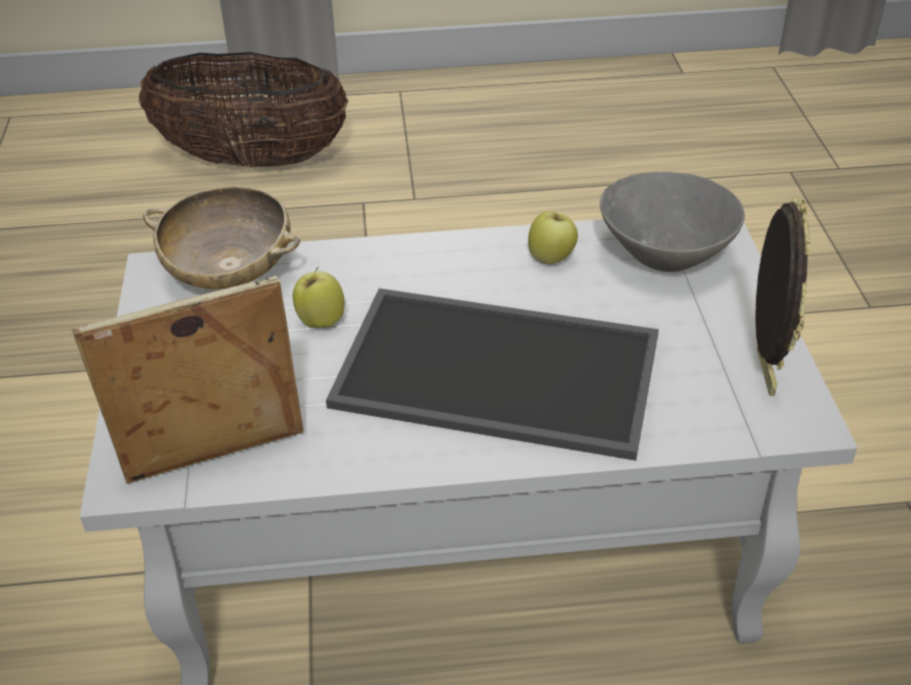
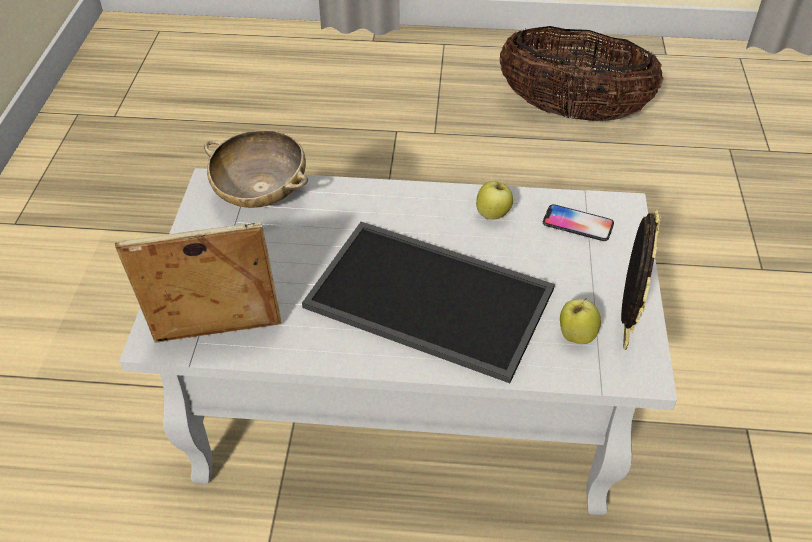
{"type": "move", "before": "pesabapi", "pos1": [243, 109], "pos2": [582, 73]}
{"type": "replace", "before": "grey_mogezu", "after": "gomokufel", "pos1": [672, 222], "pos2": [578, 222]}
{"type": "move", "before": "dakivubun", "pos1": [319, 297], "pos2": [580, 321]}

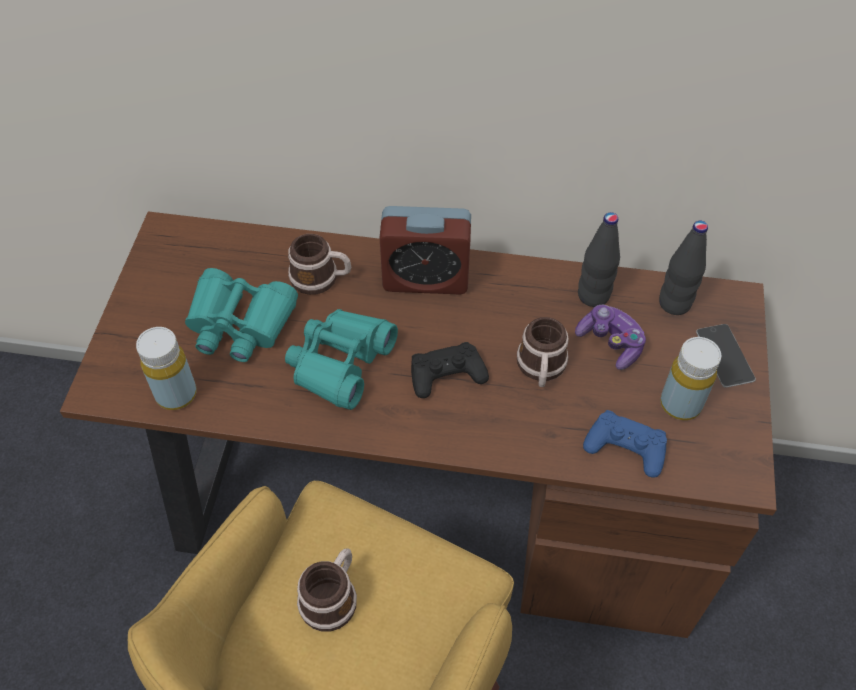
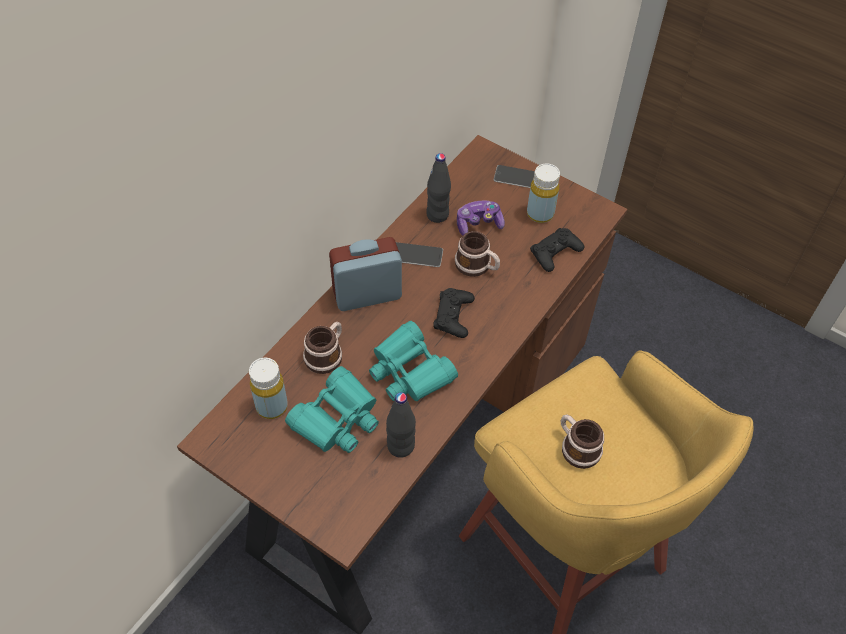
{"type": "rotate", "before": "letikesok", "pos1": [425, 250], "pos2": [365, 274], "turn": -135}
{"type": "move", "before": "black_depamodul", "pos1": [683, 268], "pos2": [401, 425]}
{"type": "move", "before": "yellow_depamodul", "pos1": [166, 368], "pos2": [268, 388]}
{"type": "recolor", "before": "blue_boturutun", "after": "black_boturutun", "pos1": [625, 444], "pos2": [557, 250]}
{"type": "insert", "after": "gomokufel", "pos2": [419, 254]}

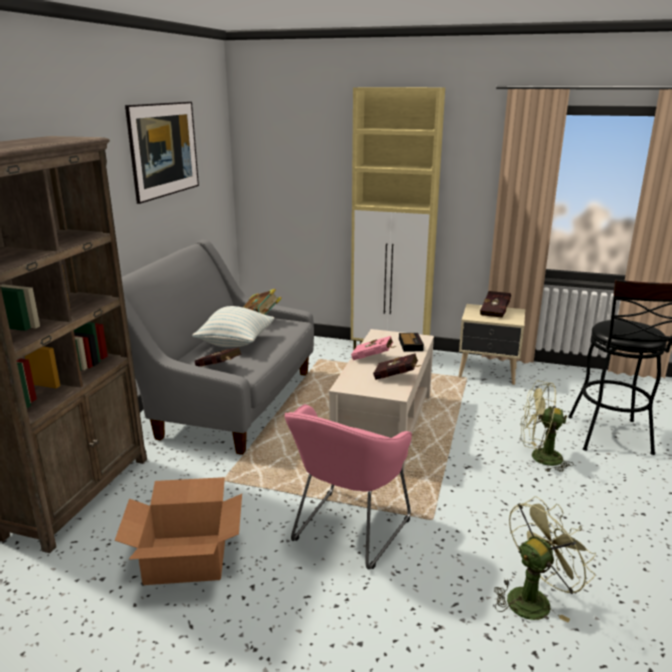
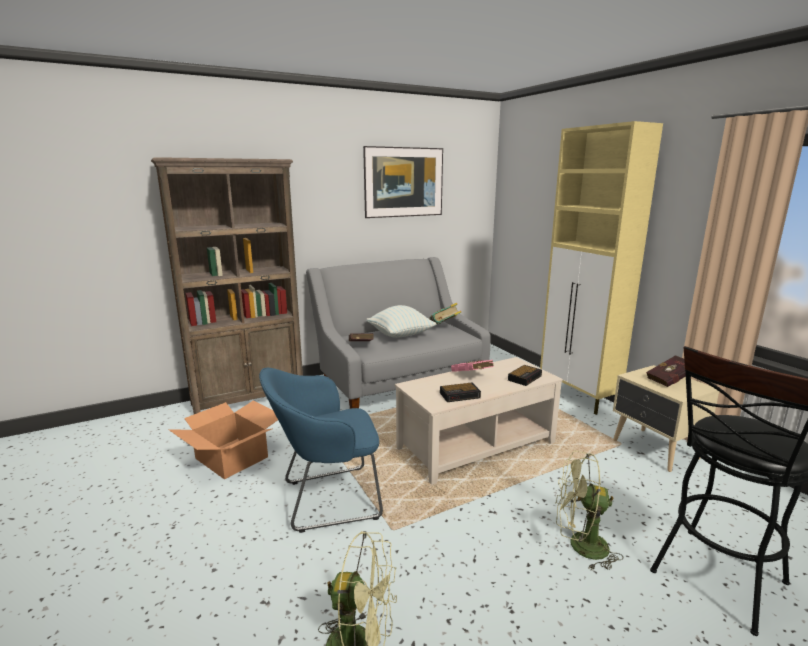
{"type": "replace", "before": "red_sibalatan", "after": "letikesok", "pos1": [397, 366], "pos2": [460, 392]}
{"type": "rotate", "before": "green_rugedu", "pos1": [547, 426], "pos2": [589, 510], "turn": -45}
{"type": "recolor", "before": "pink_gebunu", "after": "blue_gebunu", "pos1": [348, 487], "pos2": [321, 450]}

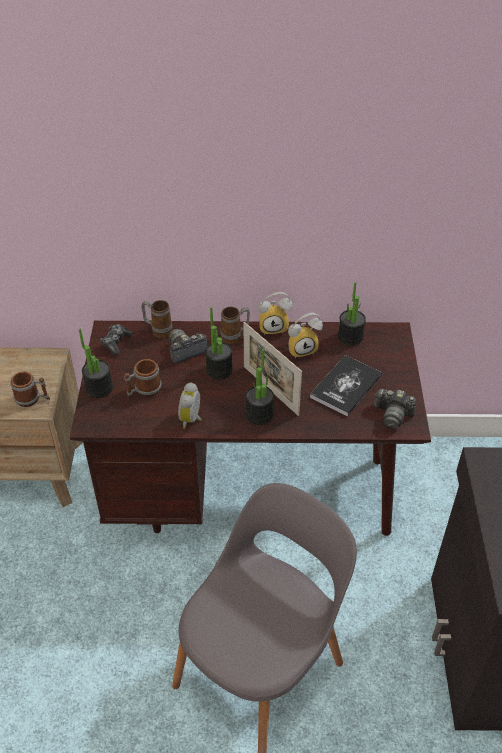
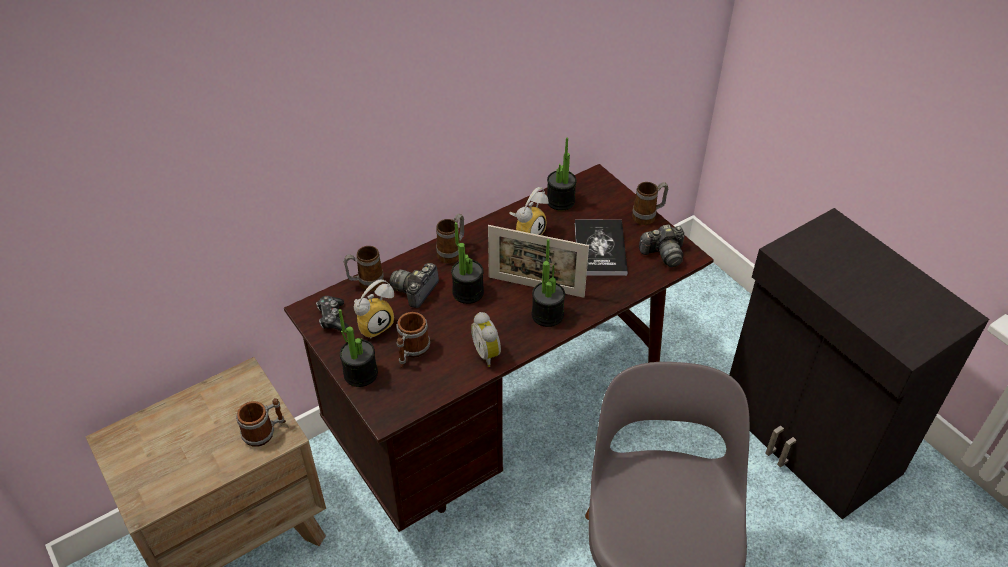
{"type": "move", "before": "letikesok", "pos1": [275, 313], "pos2": [374, 309]}
{"type": "insert", "after": "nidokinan", "pos2": [650, 203]}

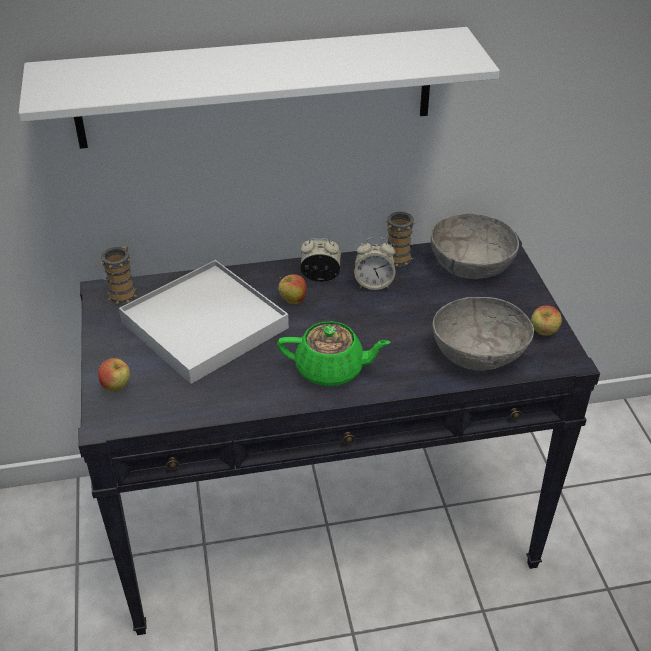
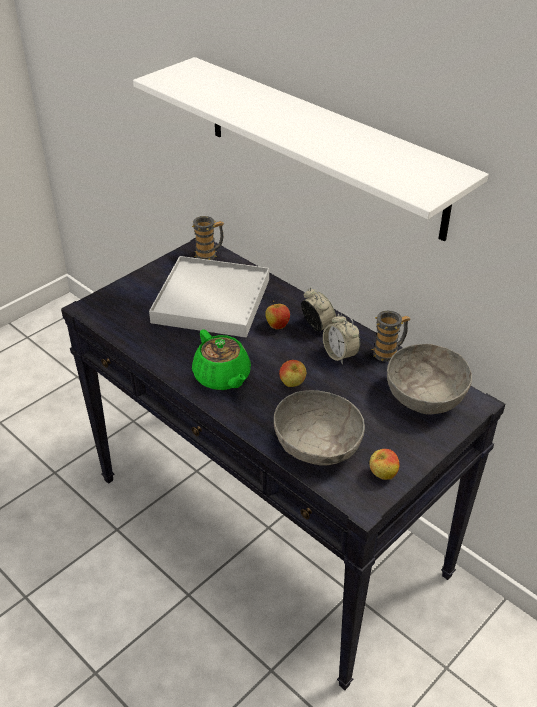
{"type": "move", "before": "dakivubun", "pos1": [114, 375], "pos2": [292, 373]}

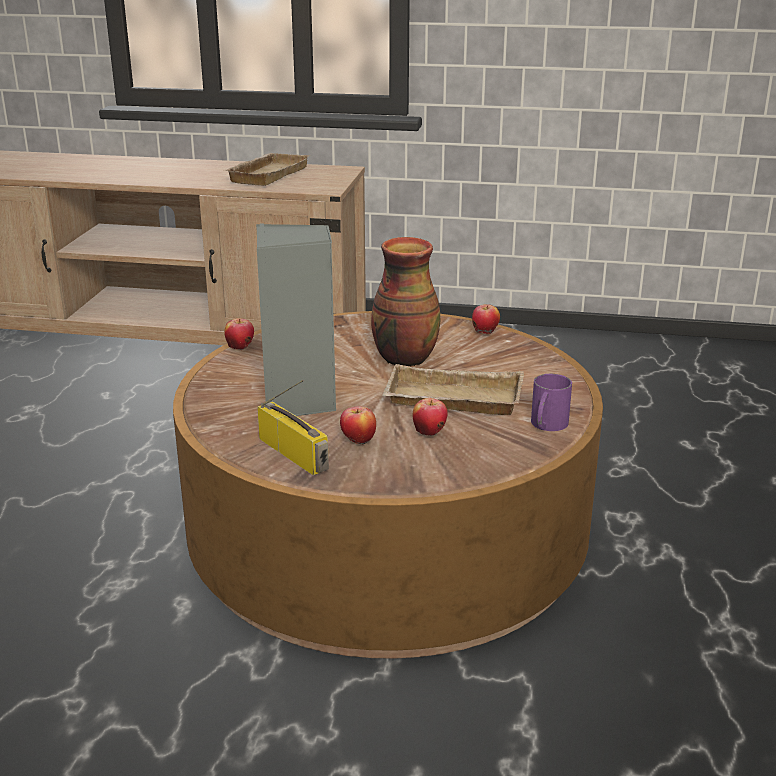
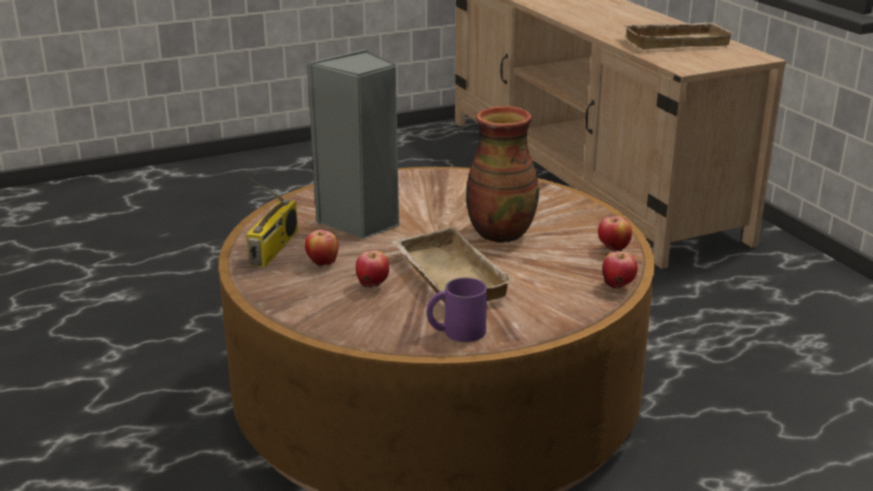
{"type": "move", "before": "dakivubun", "pos1": [239, 334], "pos2": [620, 270]}

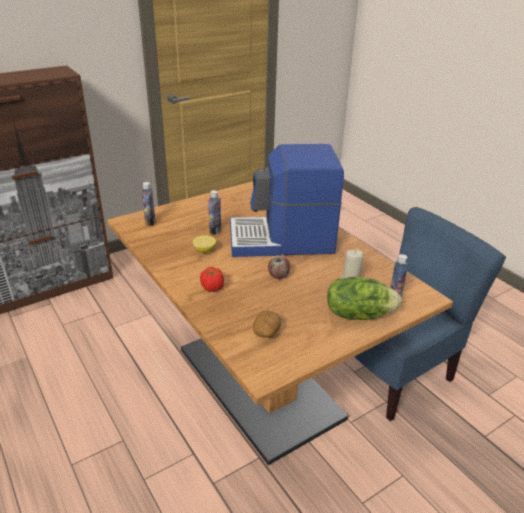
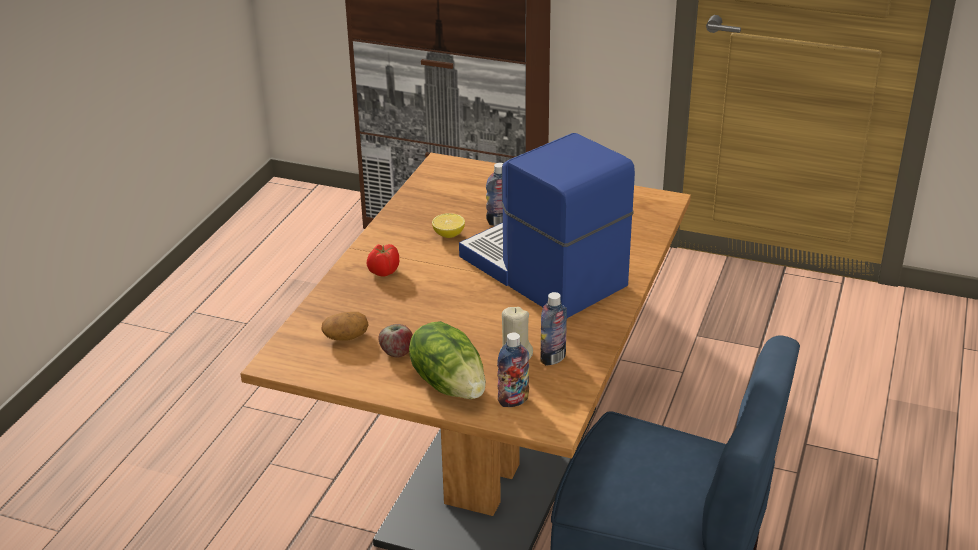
{"type": "move", "before": "depamodul", "pos1": [149, 204], "pos2": [554, 329]}
{"type": "move", "before": "dakivubun", "pos1": [279, 268], "pos2": [396, 341]}

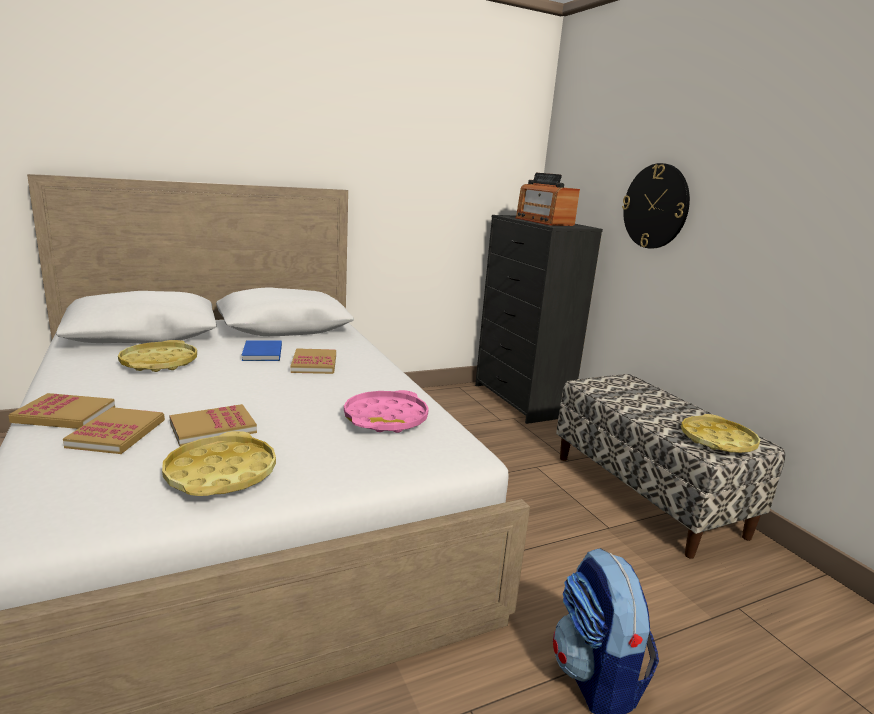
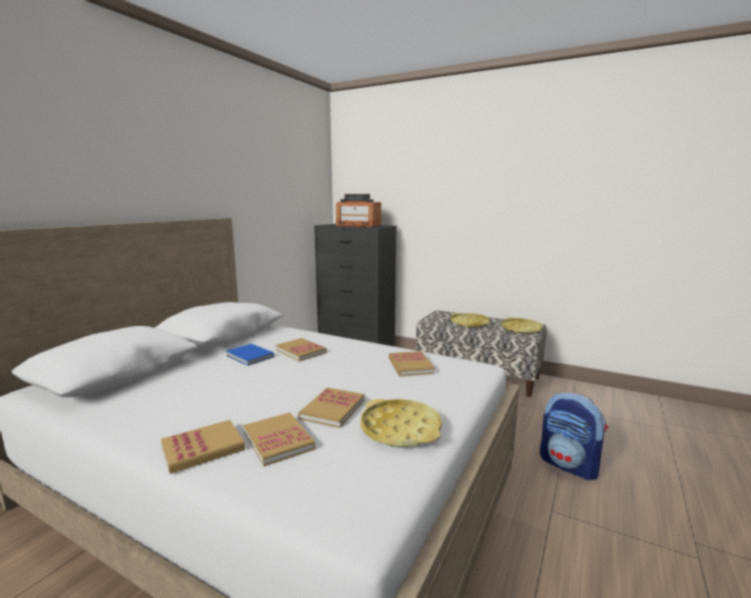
{"type": "delete", "before": "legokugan", "pos1": [656, 205]}
{"type": "move", "before": "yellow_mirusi", "pos1": [157, 356], "pos2": [470, 320]}
{"type": "replace", "before": "pink_mirusi", "after": "sibalatan", "pos1": [386, 411], "pos2": [412, 363]}

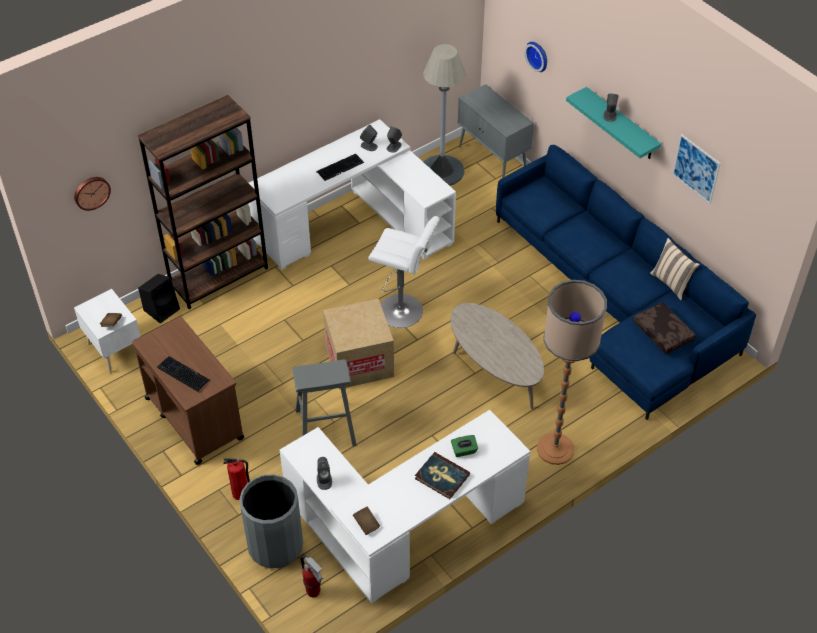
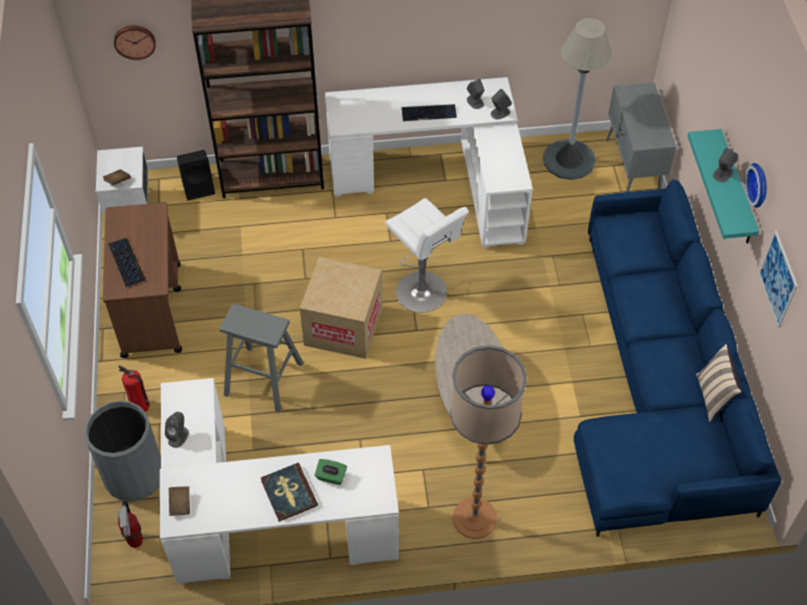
{"type": "move", "before": "legokugan", "pos1": [536, 57], "pos2": [756, 185]}
{"type": "delete", "before": "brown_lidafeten", "pos1": [664, 328]}

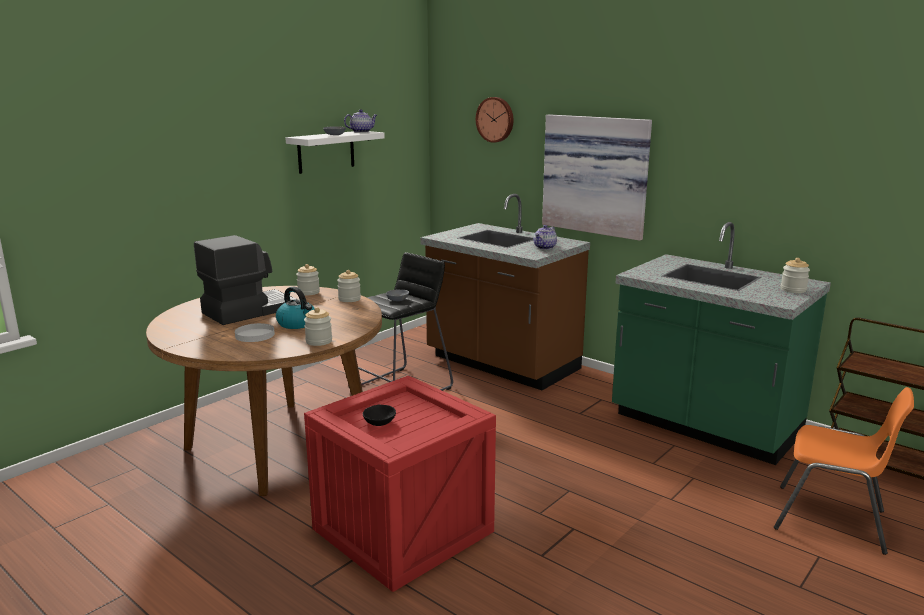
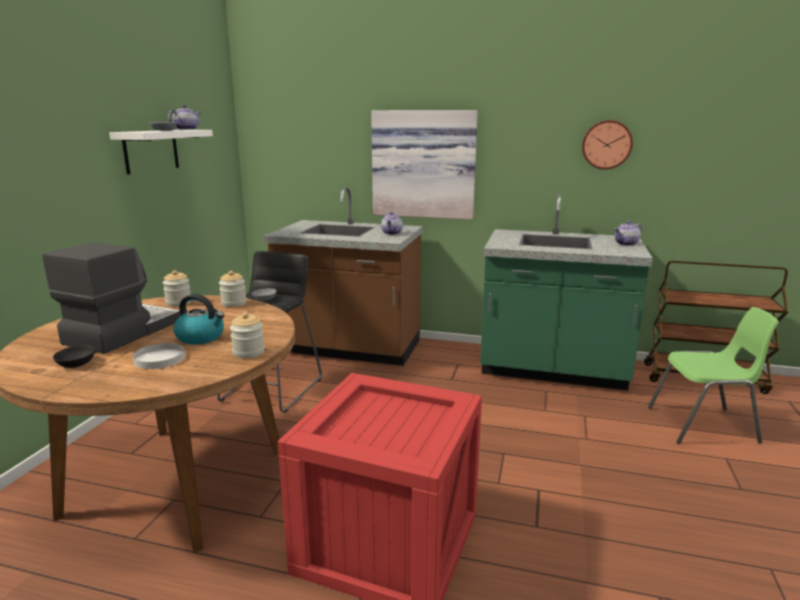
{"type": "move", "before": "legokugan", "pos1": [494, 120], "pos2": [607, 145]}
{"type": "replace", "before": "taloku", "after": "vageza", "pos1": [795, 275], "pos2": [628, 233]}
{"type": "recolor", "before": "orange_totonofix", "after": "green_totonofix", "pos1": [844, 471], "pos2": [713, 375]}
{"type": "move", "before": "black_mogezu", "pos1": [379, 415], "pos2": [74, 356]}

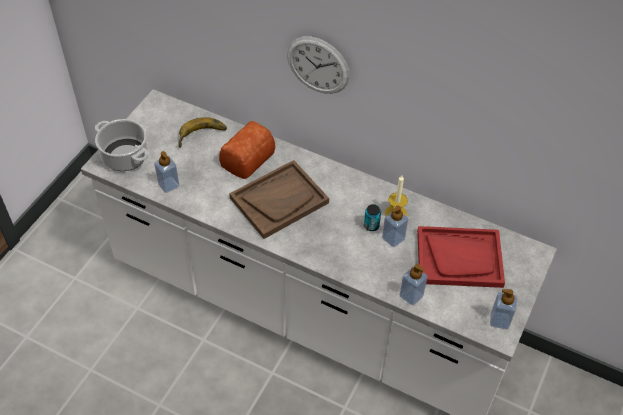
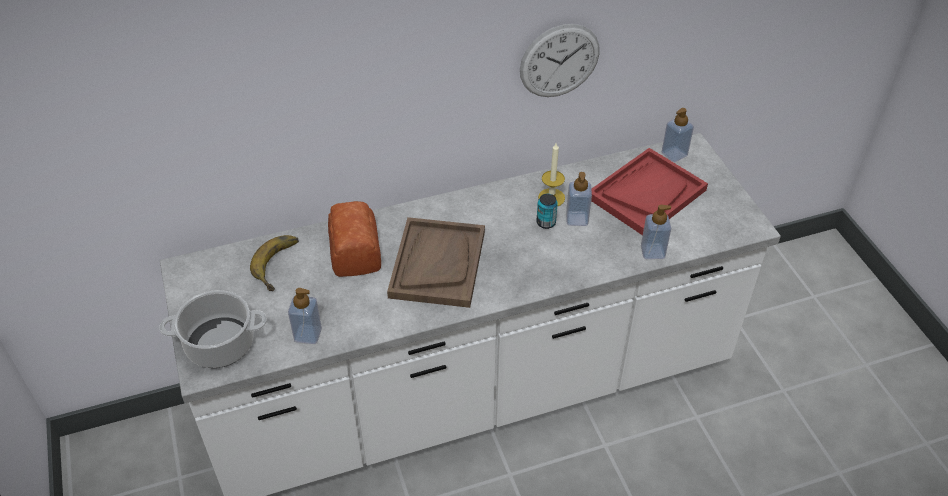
{"type": "move", "before": "legokugan", "pos1": [318, 65], "pos2": [560, 60]}
{"type": "move", "before": "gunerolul", "pos1": [503, 309], "pos2": [678, 135]}

